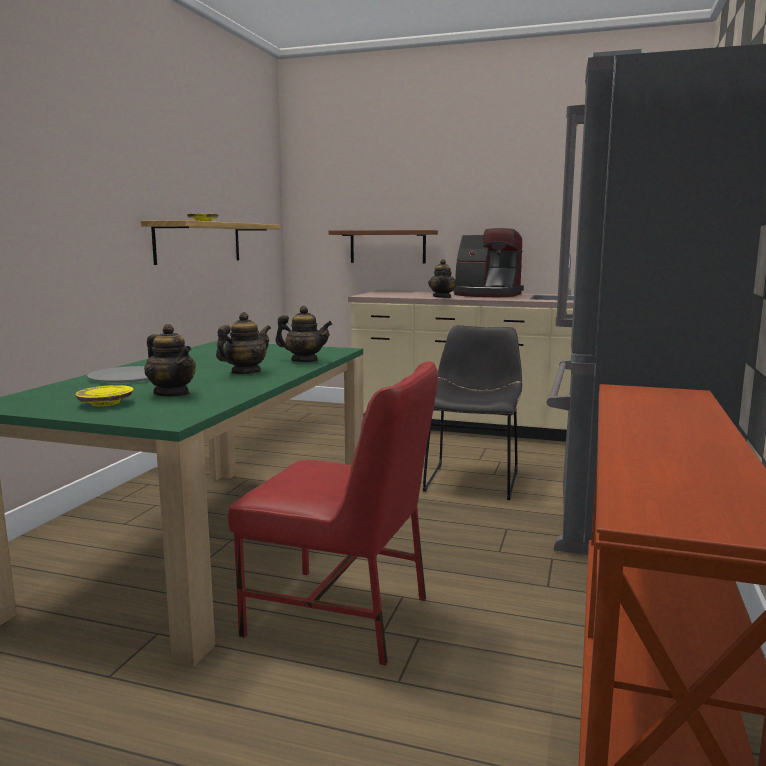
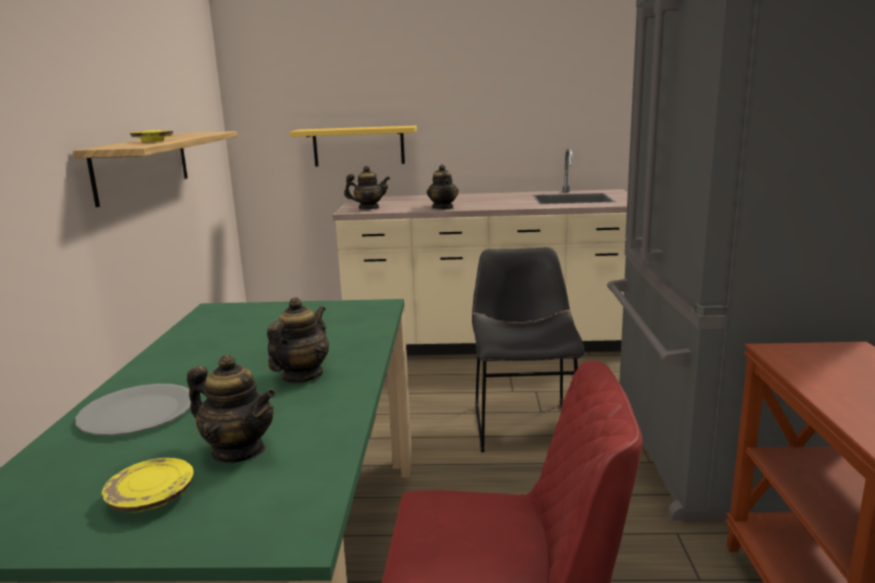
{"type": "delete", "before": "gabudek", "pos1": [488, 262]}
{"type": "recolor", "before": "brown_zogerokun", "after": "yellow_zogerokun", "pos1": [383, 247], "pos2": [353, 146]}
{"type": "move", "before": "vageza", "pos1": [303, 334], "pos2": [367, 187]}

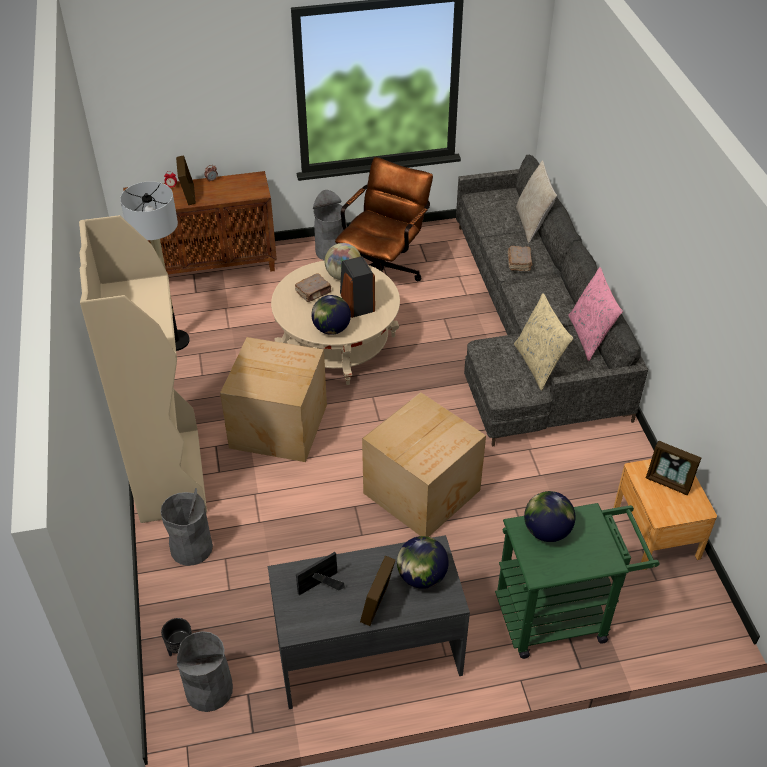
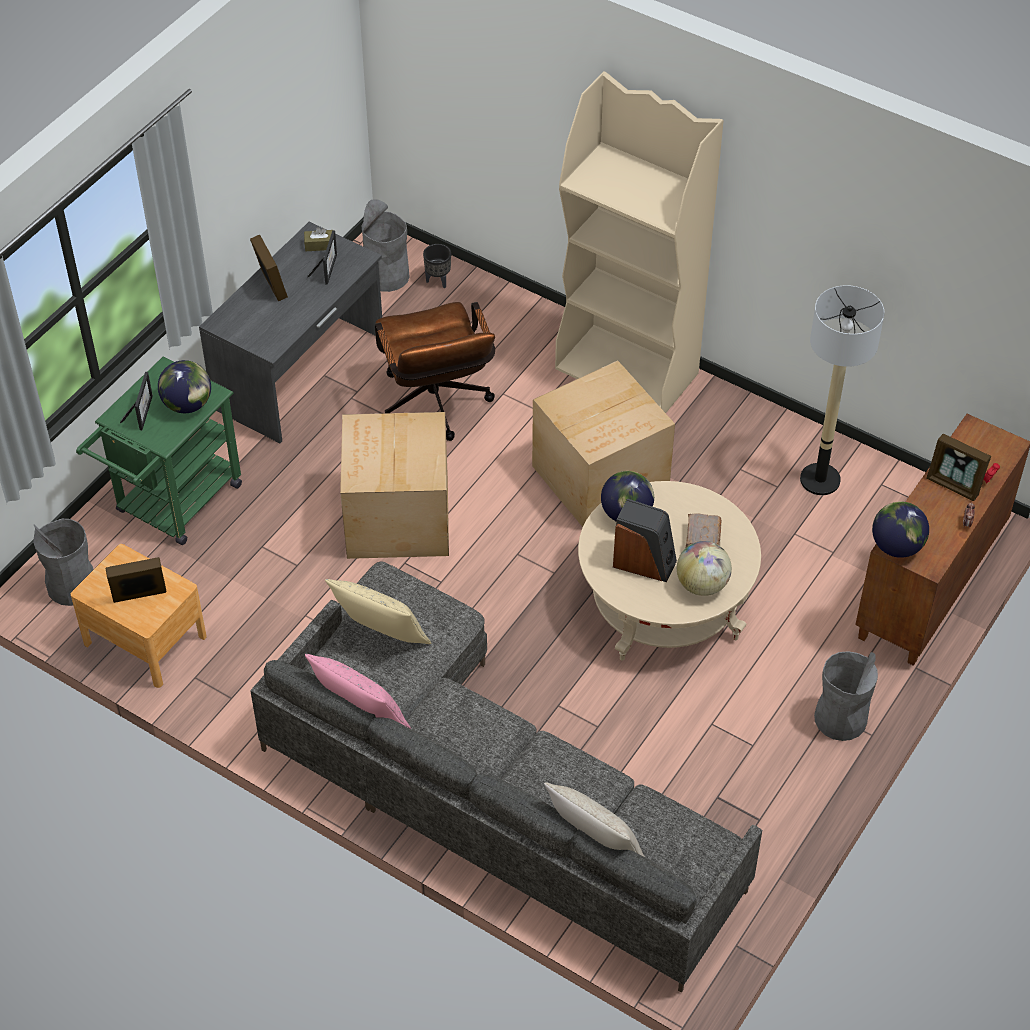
{"type": "move", "before": "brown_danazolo", "pos1": [384, 219], "pos2": [435, 371]}
{"type": "delete", "before": "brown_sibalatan", "pos1": [520, 258]}
{"type": "move", "before": "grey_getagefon", "pos1": [186, 527], "pos2": [63, 562]}
{"type": "move", "before": "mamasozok", "pos1": [423, 562], "pos2": [900, 529]}
{"type": "insert", "after": "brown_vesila", "pos2": [318, 239]}
{"type": "insert", "after": "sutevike", "pos2": [136, 401]}

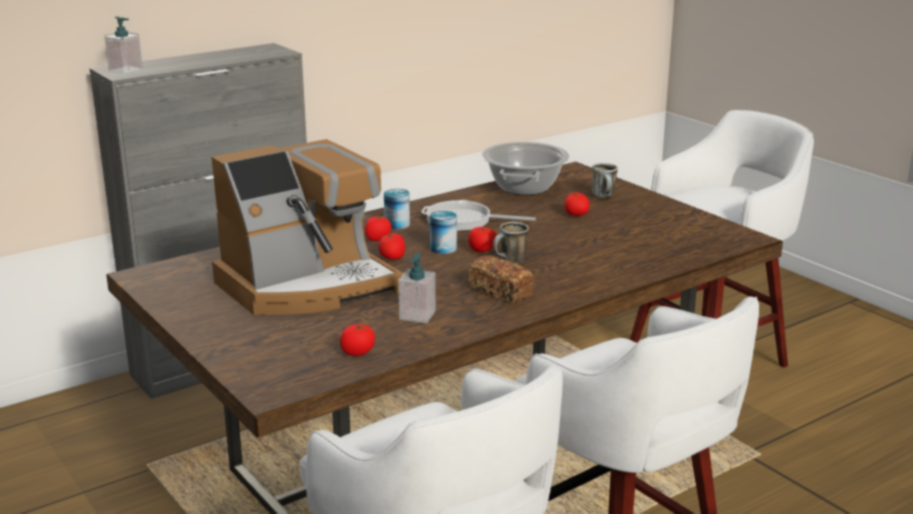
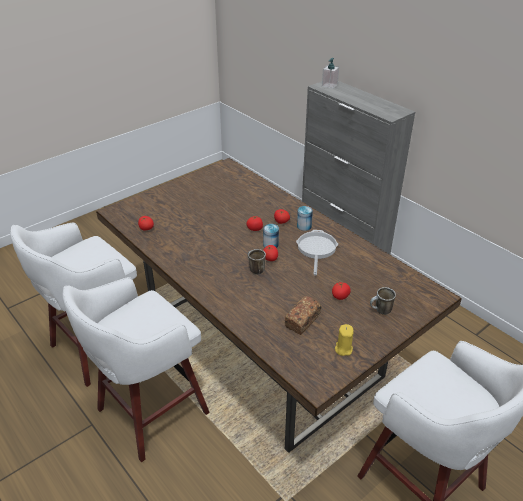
{"type": "delete", "before": "gabudek", "pos1": [307, 227]}
{"type": "delete", "before": "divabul", "pos1": [525, 168]}
{"type": "delete", "before": "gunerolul", "pos1": [417, 288]}
{"type": "move", "before": "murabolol", "pos1": [501, 279], "pos2": [303, 315]}
{"type": "insert", "after": "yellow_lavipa", "pos2": [344, 340]}

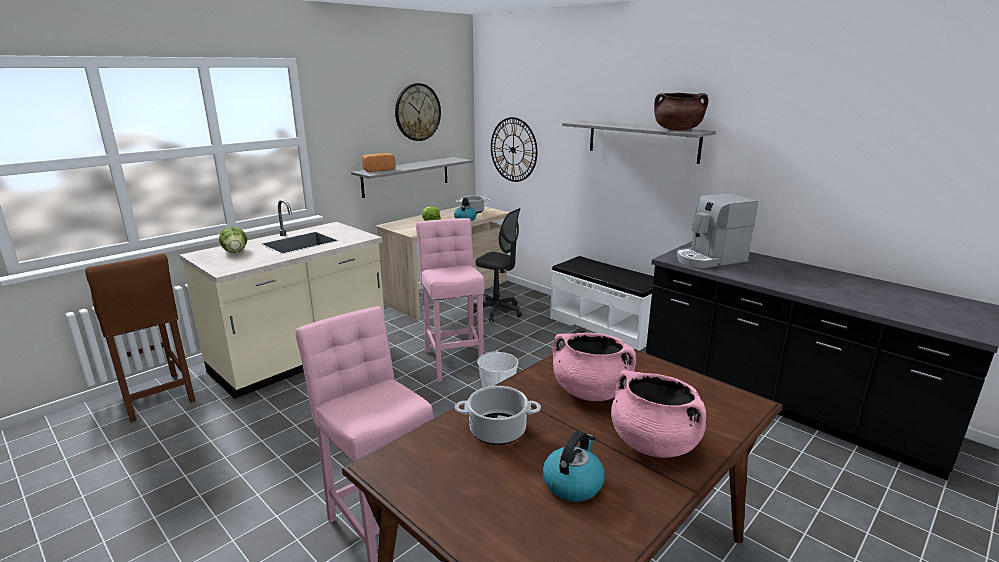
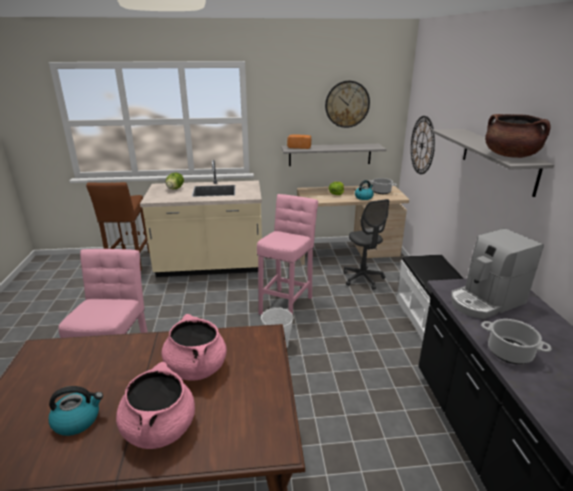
{"type": "rotate", "before": "gabudek", "pos1": [717, 230], "pos2": [497, 273], "turn": -45}
{"type": "move", "before": "divabul", "pos1": [498, 415], "pos2": [516, 341]}

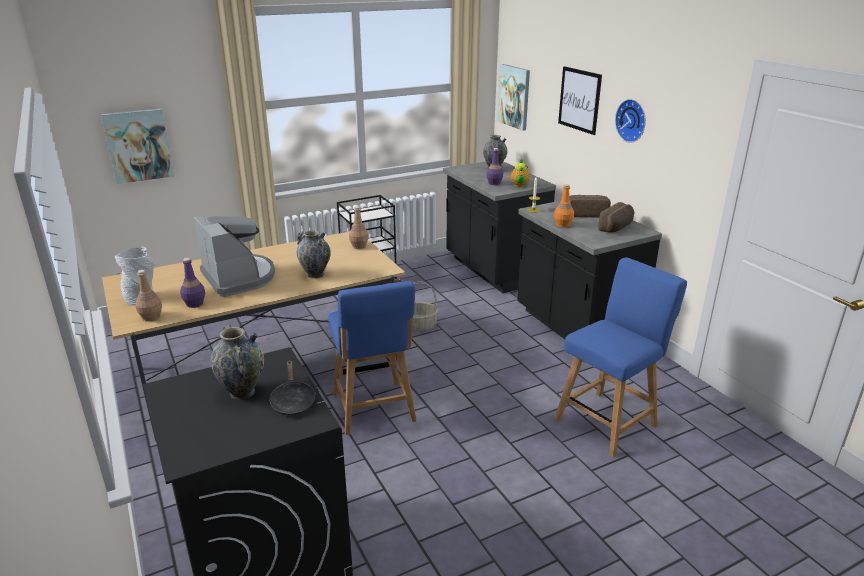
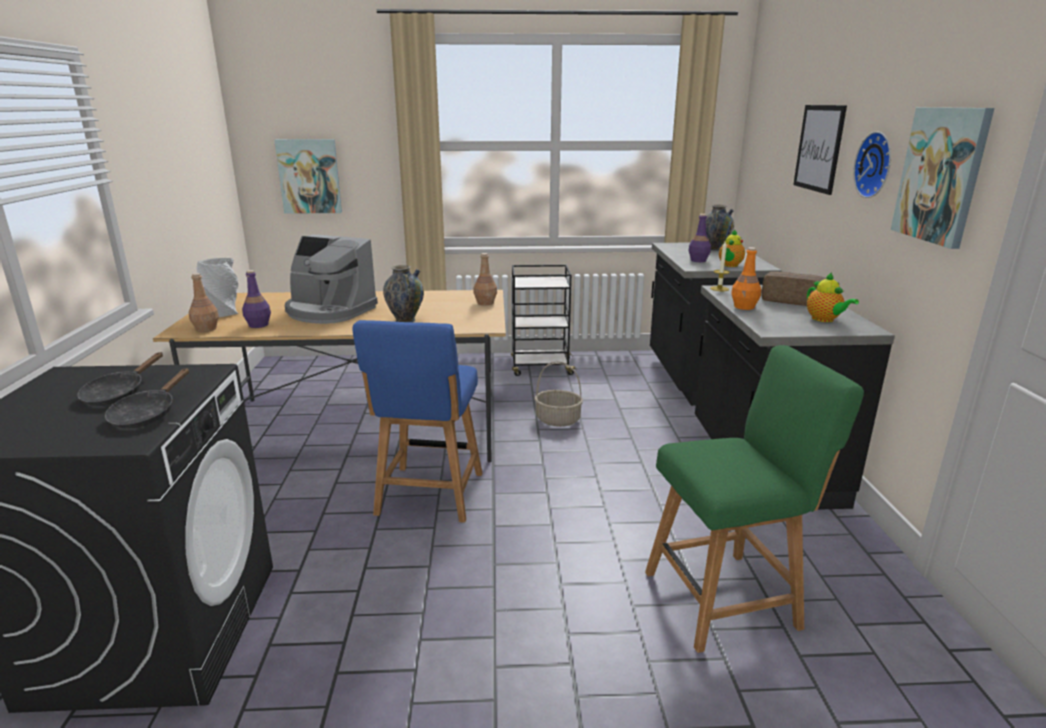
{"type": "move", "before": "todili", "pos1": [514, 97], "pos2": [943, 178]}
{"type": "replace", "before": "murabolol", "after": "vageza", "pos1": [616, 217], "pos2": [833, 297]}
{"type": "rotate", "before": "gabudek", "pos1": [234, 256], "pos2": [331, 279], "turn": 120}
{"type": "recolor", "before": "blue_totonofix", "after": "green_totonofix", "pos1": [620, 357], "pos2": [754, 499]}
{"type": "replace", "before": "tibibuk", "after": "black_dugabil", "pos1": [237, 362], "pos2": [120, 379]}

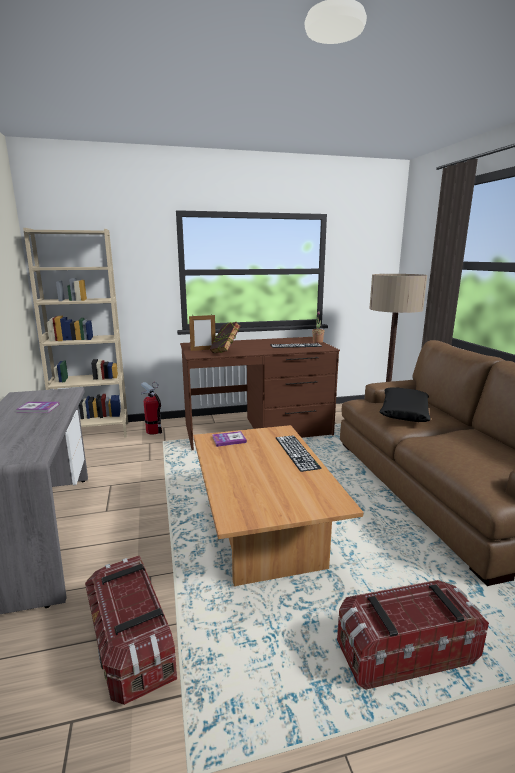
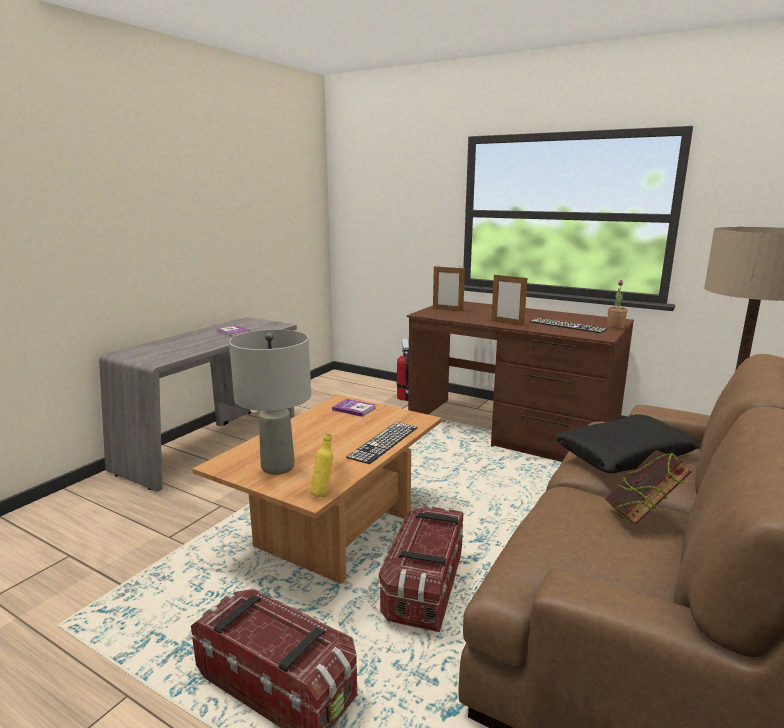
{"type": "delete", "before": "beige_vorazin", "pos1": [75, 333]}
{"type": "move", "before": "sibalatan", "pos1": [225, 337], "pos2": [648, 487]}
{"type": "move", "before": "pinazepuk", "pos1": [131, 630], "pos2": [421, 568]}
{"type": "insert", "after": "sutevike", "pos2": [509, 300]}
{"type": "insert", "after": "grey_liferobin", "pos2": [270, 402]}
{"type": "insert", "after": "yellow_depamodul", "pos2": [322, 465]}

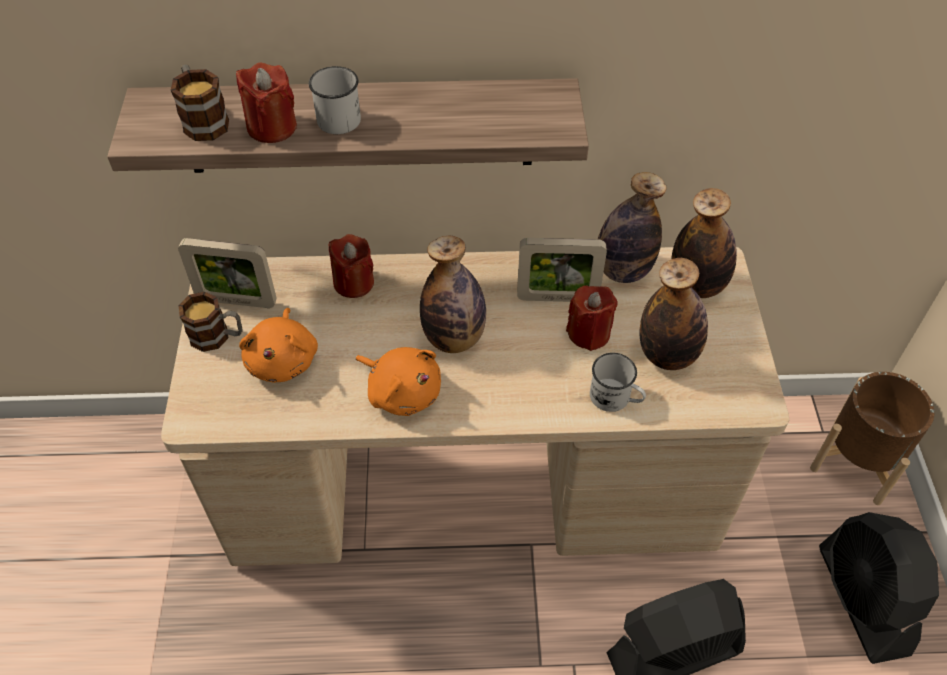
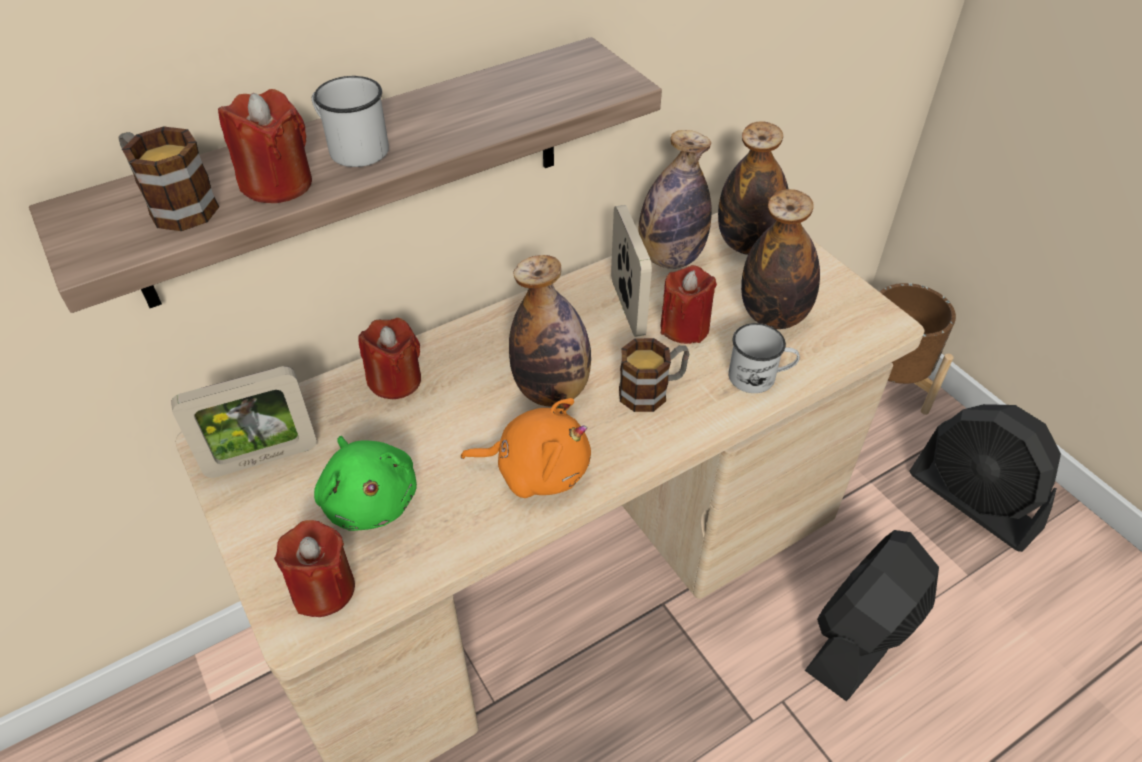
{"type": "rotate", "before": "sutevike", "pos1": [562, 270], "pos2": [631, 271], "turn": -75}
{"type": "move", "before": "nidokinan", "pos1": [210, 322], "pos2": [654, 375]}
{"type": "recolor", "before": "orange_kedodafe", "after": "green_kedodafe", "pos1": [278, 345], "pos2": [365, 483]}
{"type": "insert", "after": "red_lavipa", "pos2": [314, 568]}

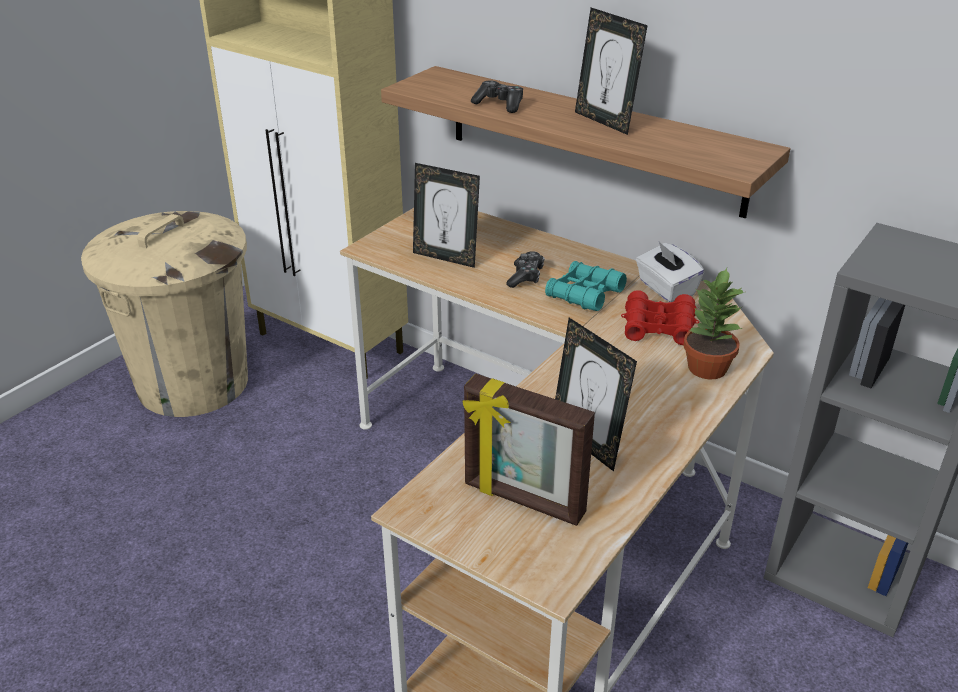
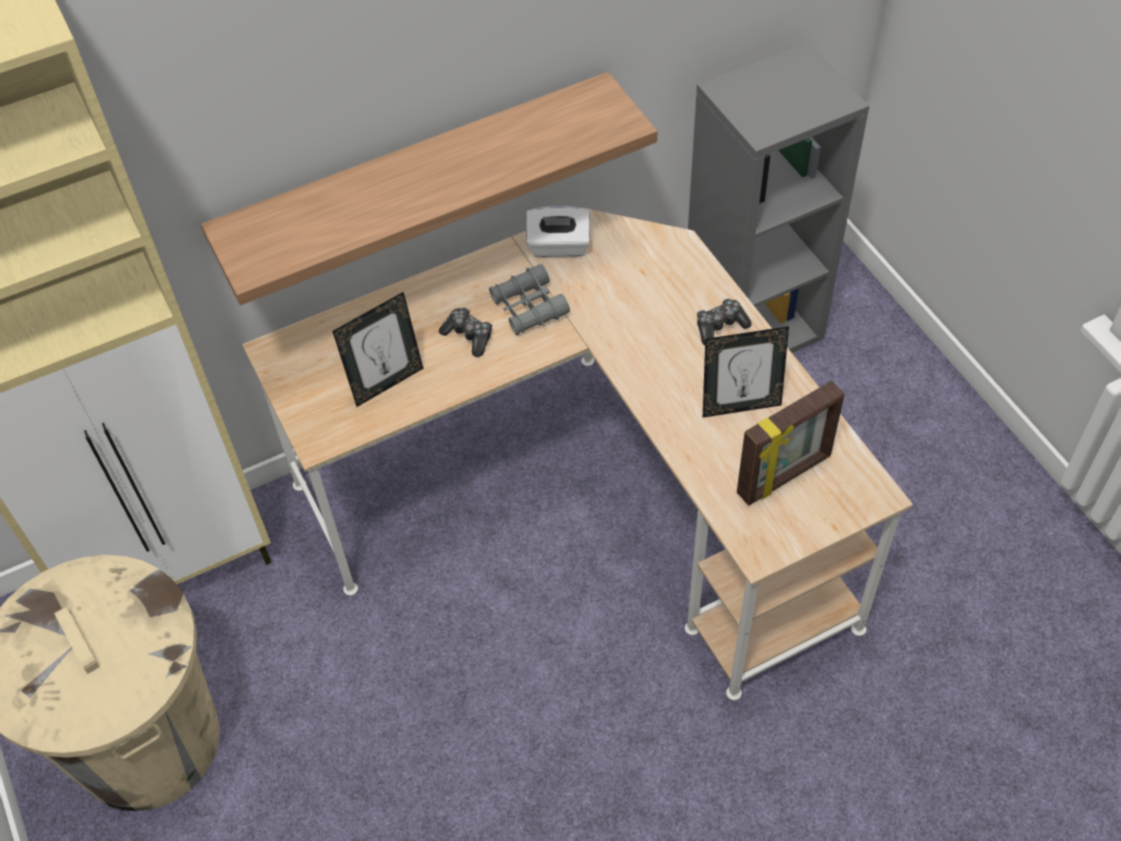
{"type": "delete", "before": "sutevike", "pos1": [611, 71]}
{"type": "move", "before": "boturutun", "pos1": [497, 96], "pos2": [724, 321]}
{"type": "recolor", "before": "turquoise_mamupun", "after": "grey_mamupun", "pos1": [586, 286], "pos2": [529, 299]}
{"type": "delete", "before": "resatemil", "pos1": [713, 323]}
{"type": "delete", "before": "red_mamupun", "pos1": [660, 317]}

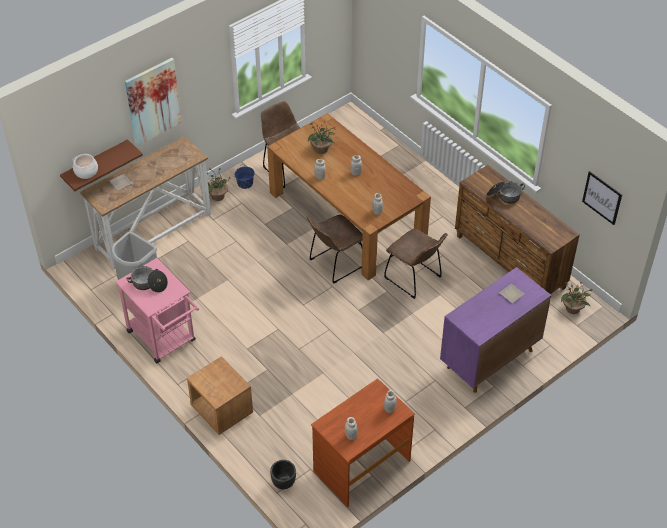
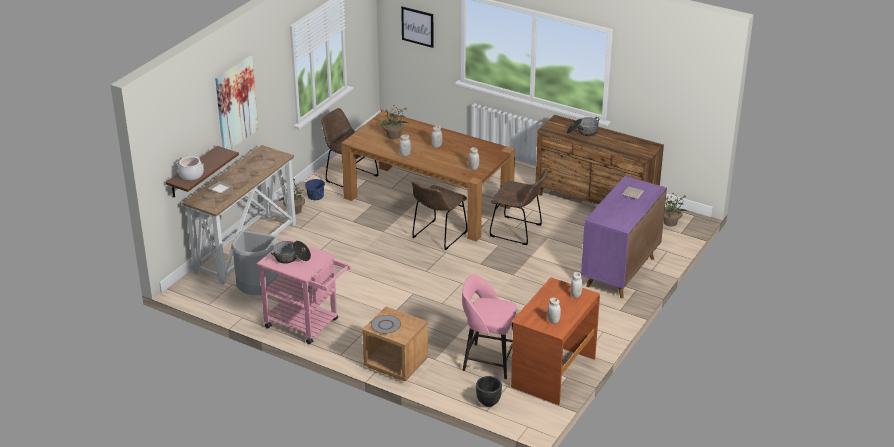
{"type": "move", "before": "todili", "pos1": [602, 198], "pos2": [417, 27]}
{"type": "insert", "after": "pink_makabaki", "pos2": [489, 326]}
{"type": "insert", "after": "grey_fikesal", "pos2": [386, 324]}

